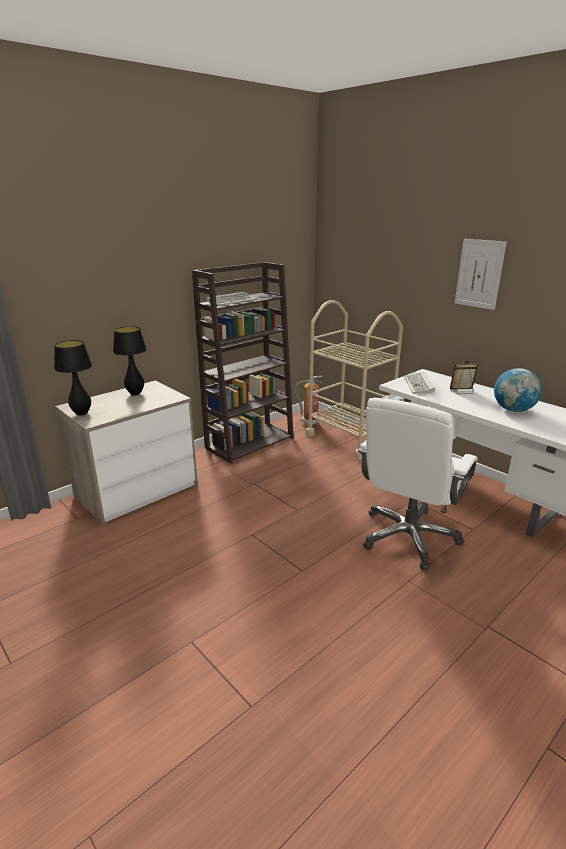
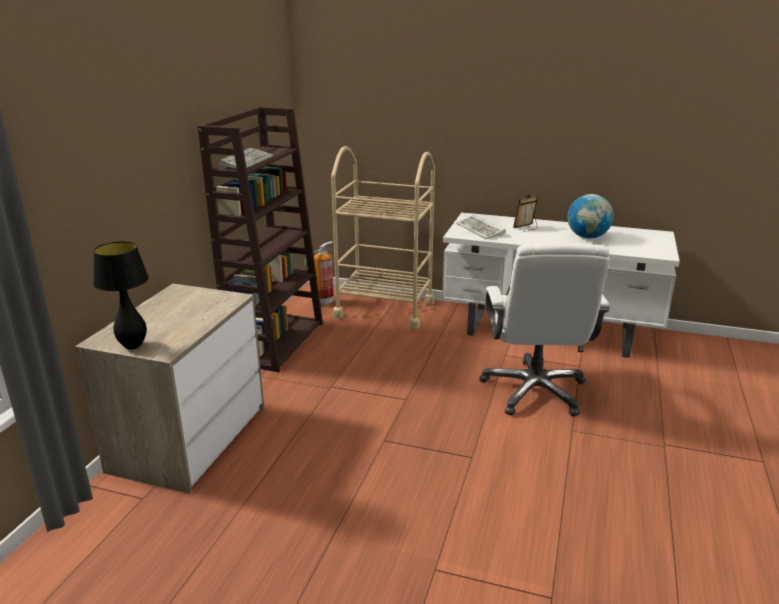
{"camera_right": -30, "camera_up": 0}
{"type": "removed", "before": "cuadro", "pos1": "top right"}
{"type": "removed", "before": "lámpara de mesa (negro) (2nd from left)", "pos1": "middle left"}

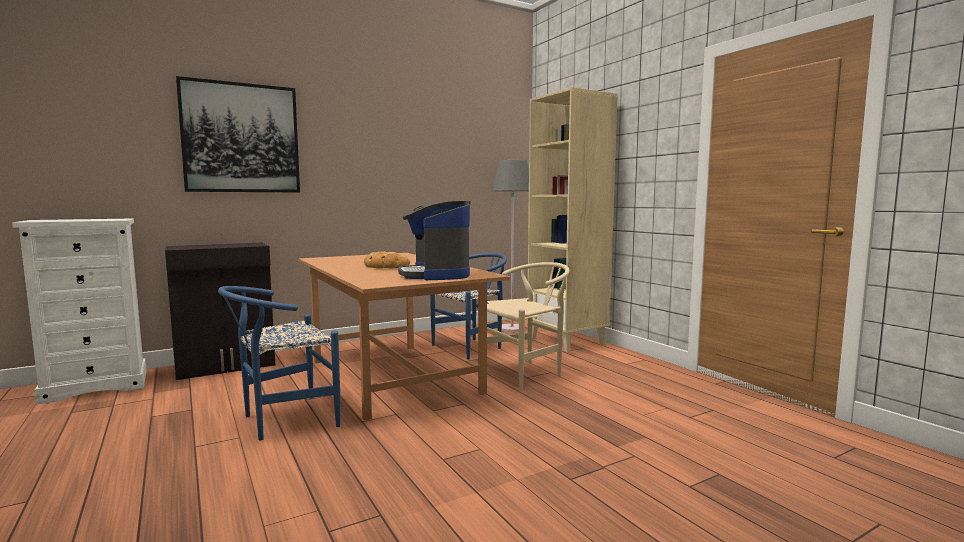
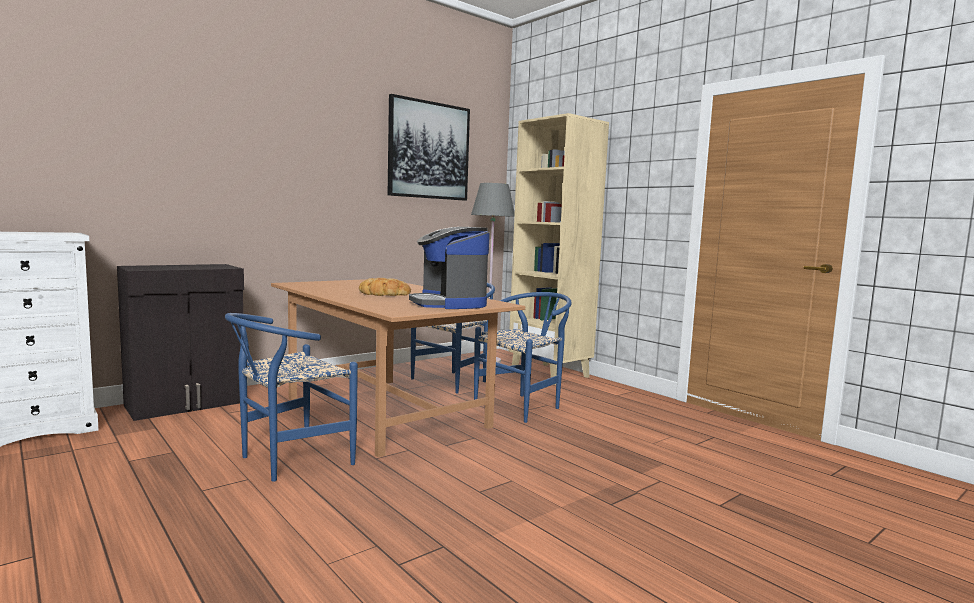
{"camera_right": -10, "camera_up": 0}
{"type": "moved", "before": "cuadro", "pos1": "top left", "pos2": "top centre"}
{"type": "recoloured", "before": "silla (beis)", "after": "silla (azul) (3rd from left)", "pos1": "centre", "pos2": "centre"}

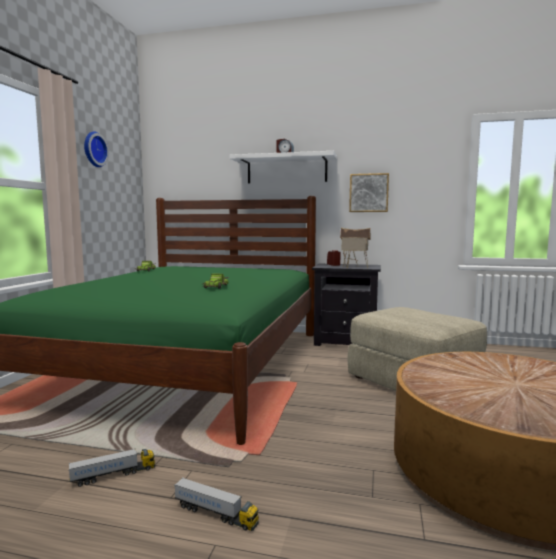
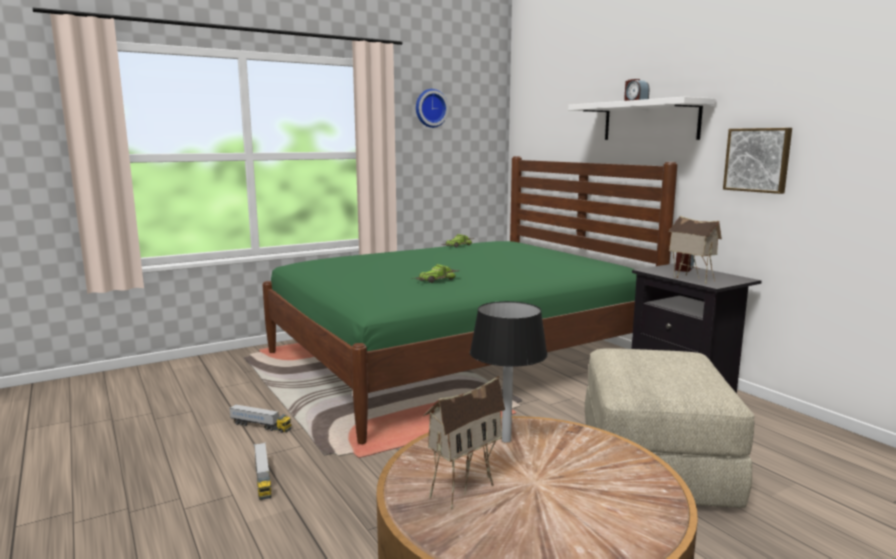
{"camera_right": 45, "camera_up": 5}
{"type": "added", "after": "lámpara de mesa (negro)", "pos2": "centre"}
{"type": "added", "after": "casita (1st from left)", "pos2": "bottom centre"}

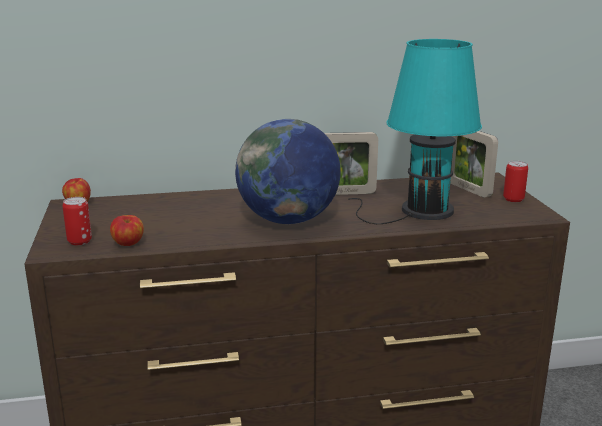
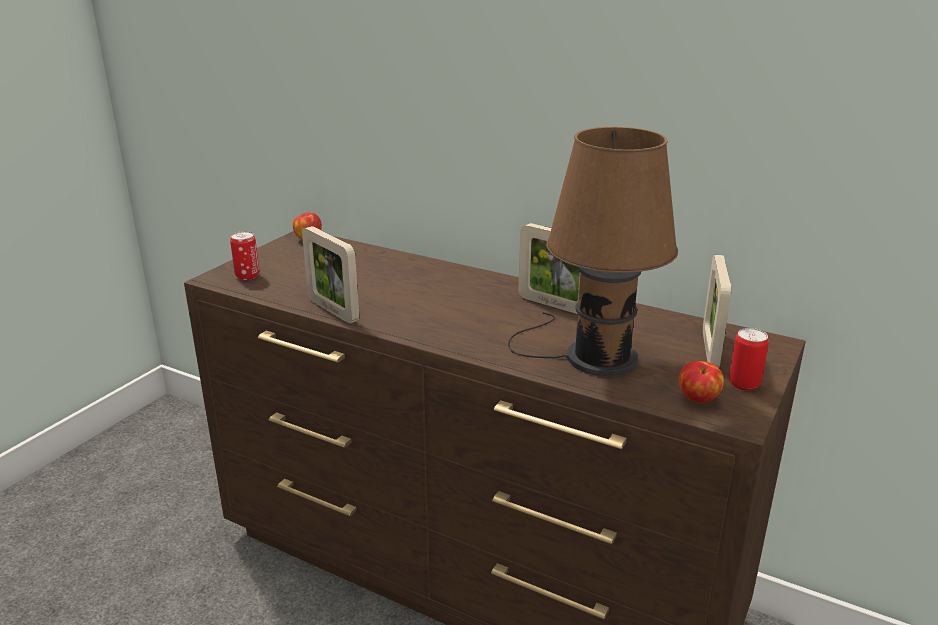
{"camera_right": 40, "camera_up": 5}
{"type": "recoloured", "before": "lámpara de mesa (turquesa)", "after": "lámpara de mesa (marrón)", "pos1": "top right", "pos2": "centre"}
{"type": "removed", "before": "globo terráqueo", "pos1": "centre"}
{"type": "moved", "before": "manzana (2nd from left)", "pos1": "middle left", "pos2": "middle right"}
{"type": "added", "after": "portarretratos (1st from left)", "pos2": "centre"}

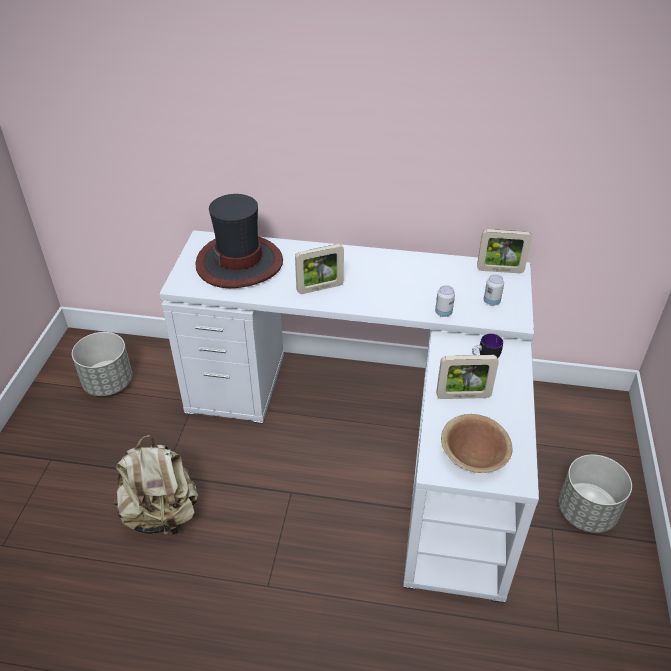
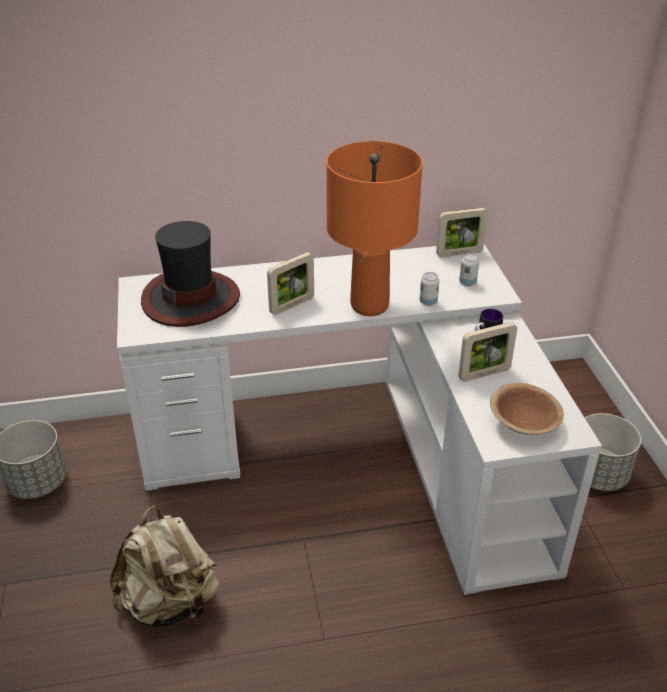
{"camera_right": -20, "camera_up": -5}
{"type": "added", "after": "lámpara de mesa (naranja)", "pos2": "top centre"}

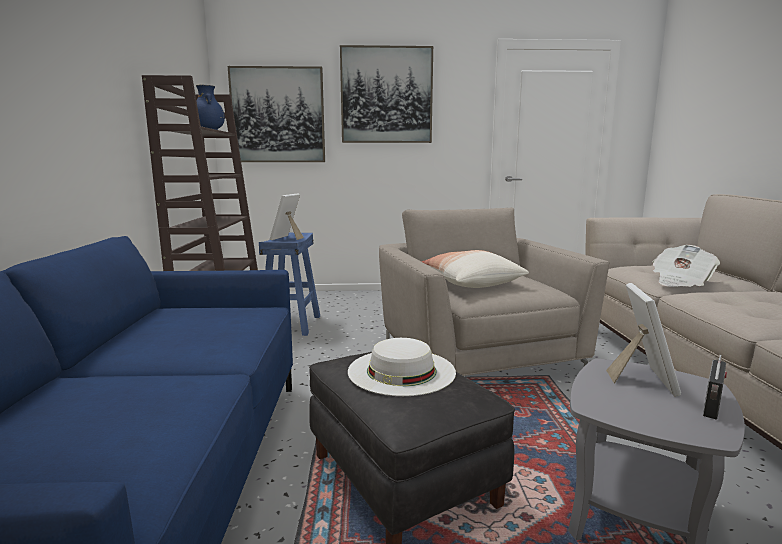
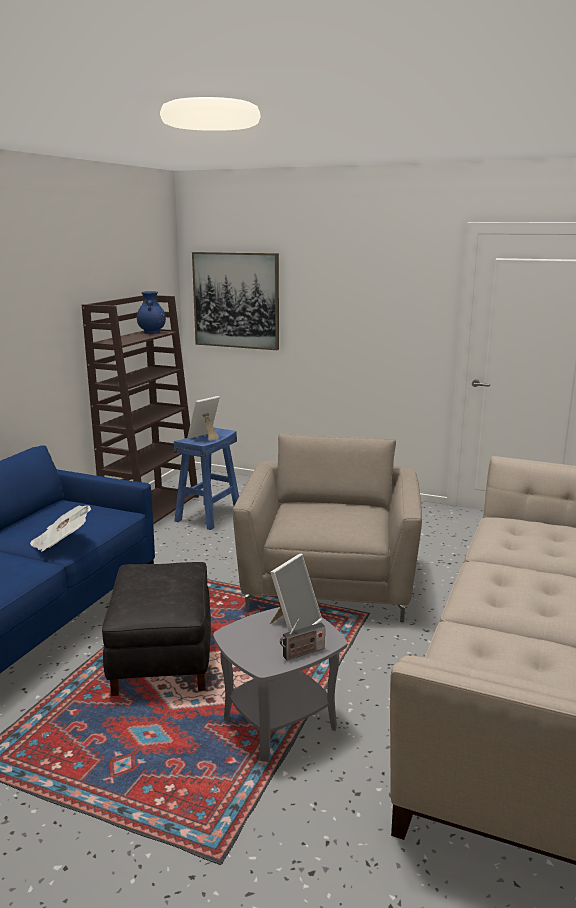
{"camera_right": 25, "camera_up": 5}
{"type": "removed", "before": "cuadro (2nd from left)", "pos1": "top centre"}
{"type": "moved", "before": "periódico", "pos1": "middle right", "pos2": "middle left"}
{"type": "removed", "before": "cojín", "pos1": "centre"}
{"type": "removed", "before": "sombrero (blanco)", "pos1": "bottom centre"}

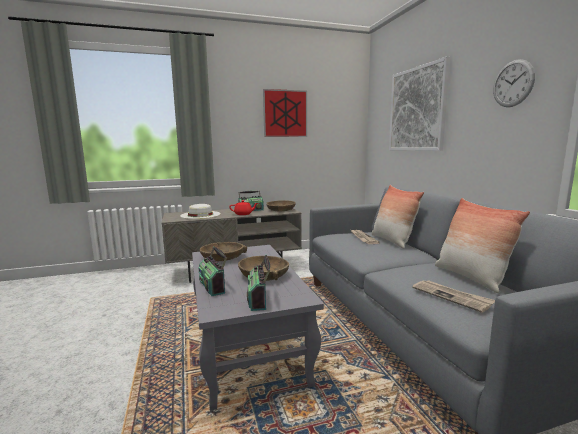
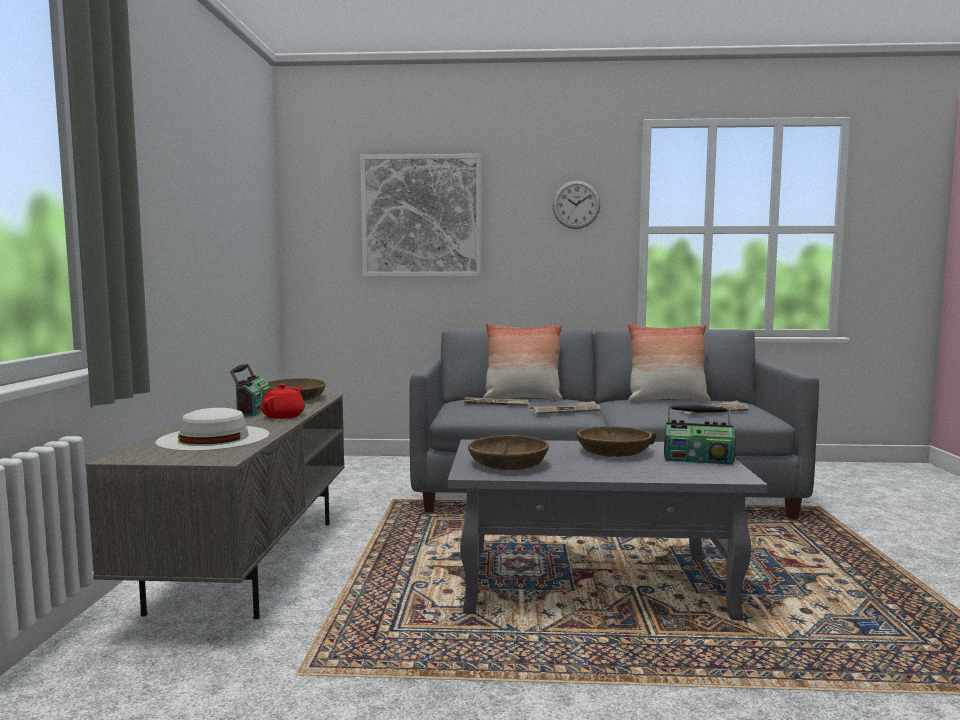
{"camera_right": -70, "camera_up": -5}
{"type": "removed", "before": "cuadro (1st from left)", "pos1": "top centre"}
{"type": "removed", "before": "radio (1st from left)", "pos1": "centre"}
{"type": "added", "after": "periódico (2nd from left)", "pos2": "centre"}

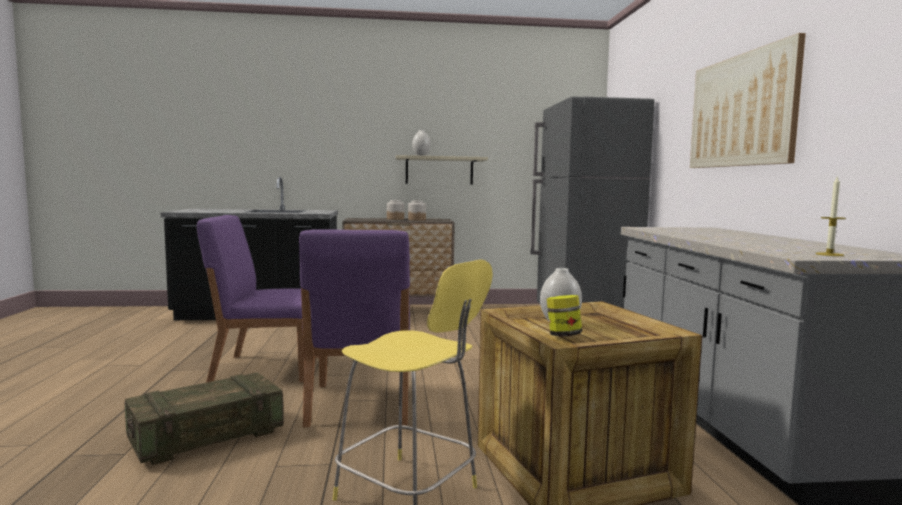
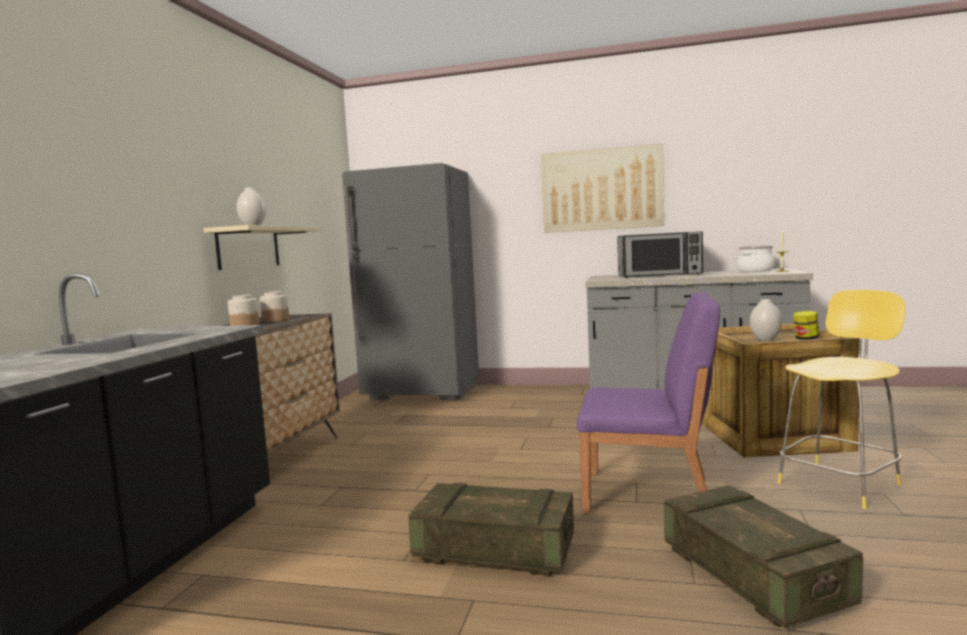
{"camera_right": -70, "camera_up": 0}
{"type": "replaced", "before": "silla (morado) (1st from left)", "after": "caja de embalaje (1st from left)", "pos1": "middle left", "pos2": "bottom centre"}
{"type": "added", "after": "microondas", "pos2": "middle right"}
{"type": "added", "after": "olla", "pos2": "middle right"}

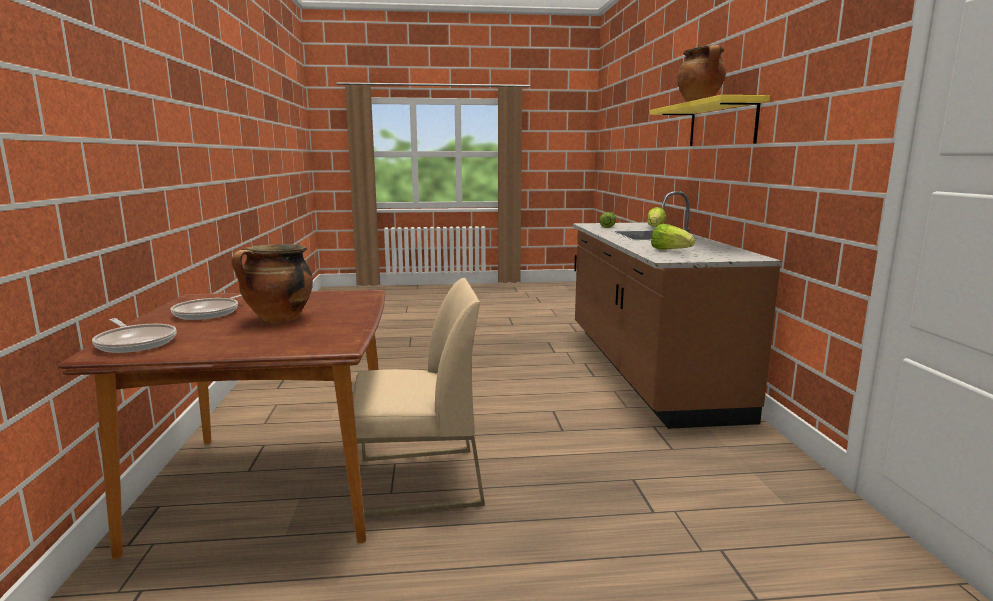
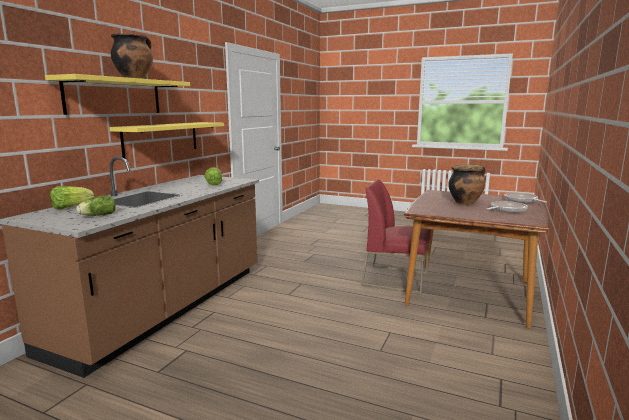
{"camera_right": -150, "camera_up": 0}
{"type": "recoloured", "before": "silla (beis)", "after": "silla (rojo)", "pos1": "centre", "pos2": "centre"}
{"type": "added", "after": "estante (amarillo) (2nd from left)", "pos2": "middle left"}

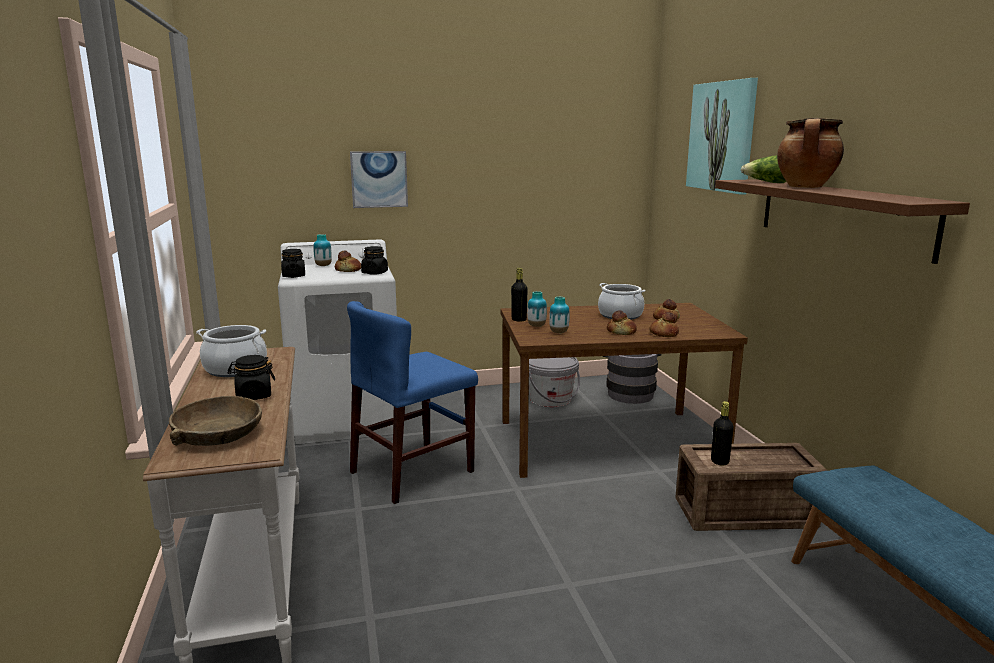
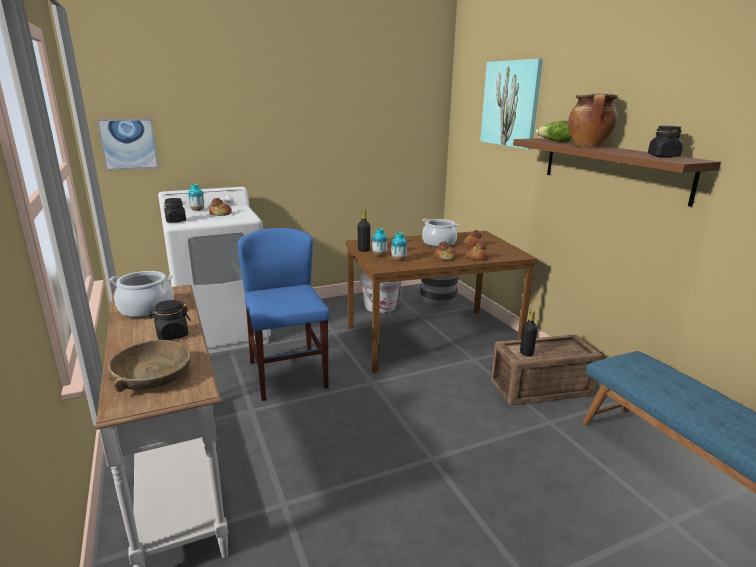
{"camera_right": -10, "camera_up": 5}
{"type": "moved", "before": "cuadro (1st from left)", "pos1": "top centre", "pos2": "top left"}
{"type": "moved", "before": "tarro (negro) (3rd from left)", "pos1": "centre", "pos2": "top right"}
{"type": "turned", "before": "silla (azul)", "pos1": "centre", "pos2": "centre", "turn": 120}

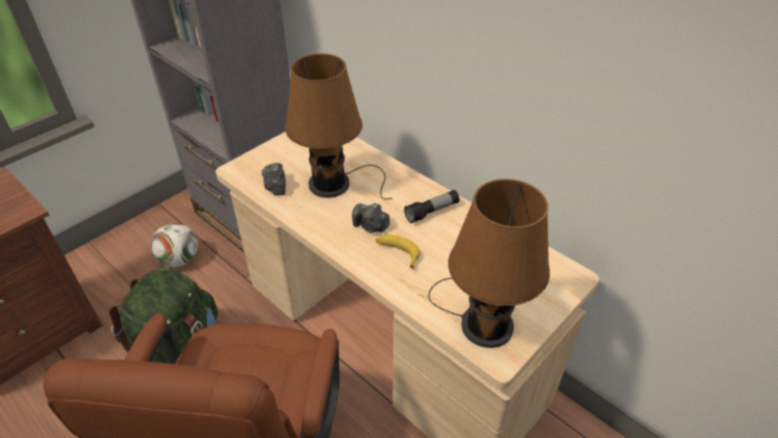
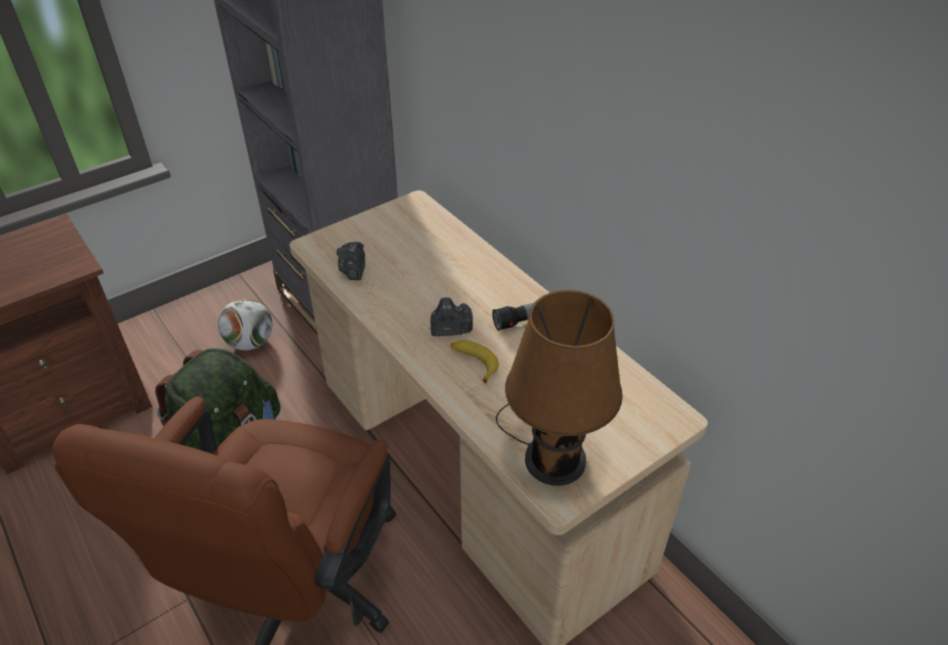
{"camera_right": 10, "camera_up": 0}
{"type": "removed", "before": "lámpara de mesa (marrón) (1st from left)", "pos1": "top centre"}
{"type": "turned", "before": "cámara (2nd from left)", "pos1": "centre", "pos2": "centre", "turn": 135}

